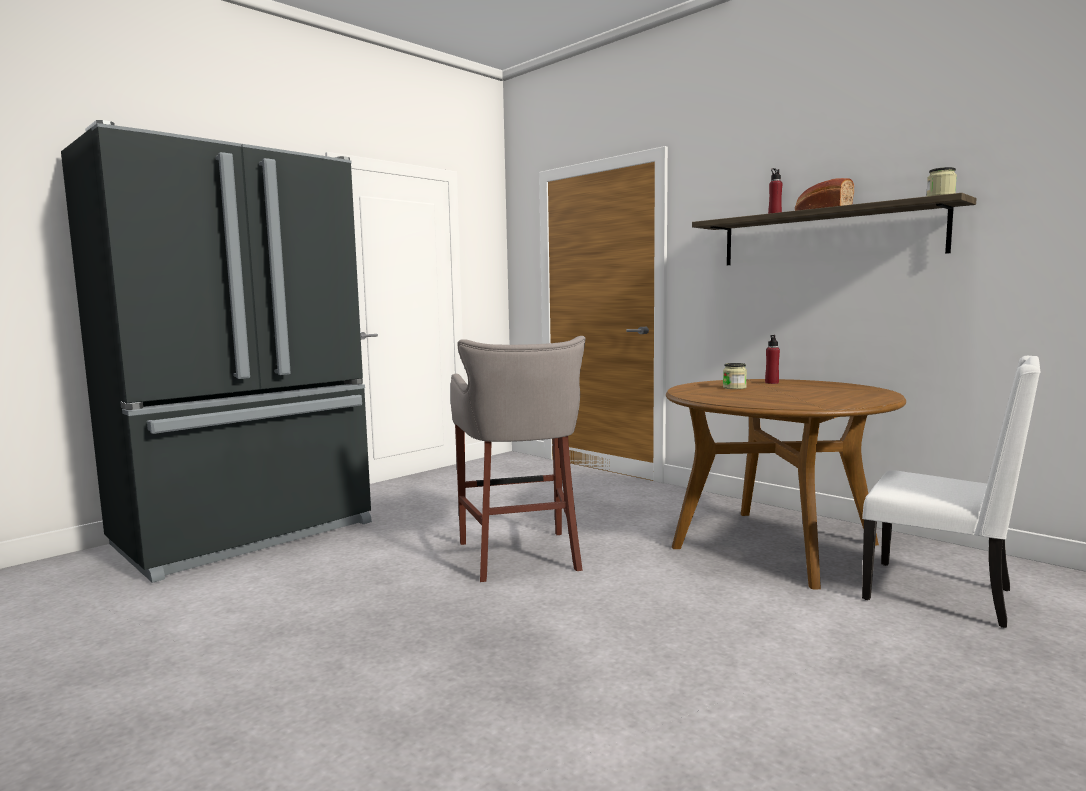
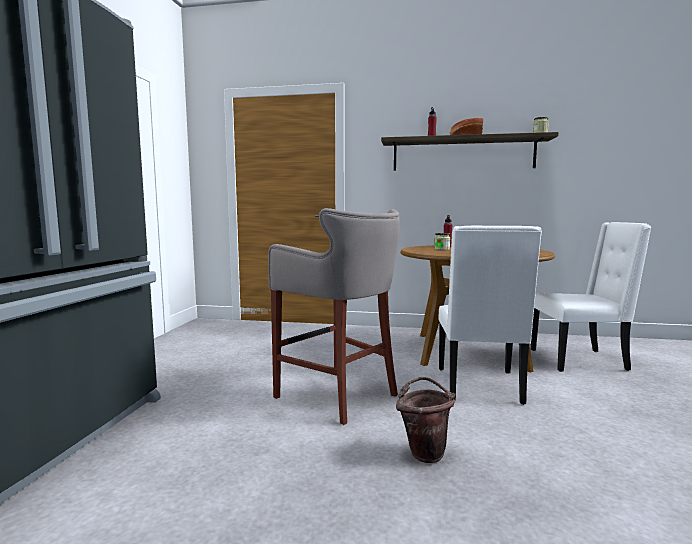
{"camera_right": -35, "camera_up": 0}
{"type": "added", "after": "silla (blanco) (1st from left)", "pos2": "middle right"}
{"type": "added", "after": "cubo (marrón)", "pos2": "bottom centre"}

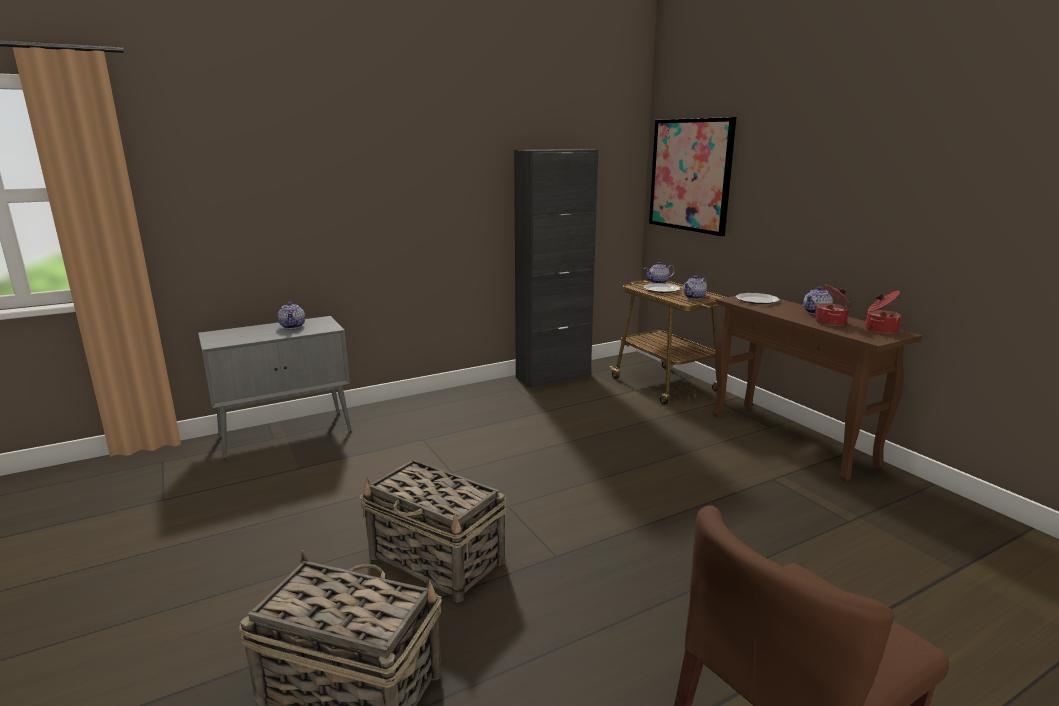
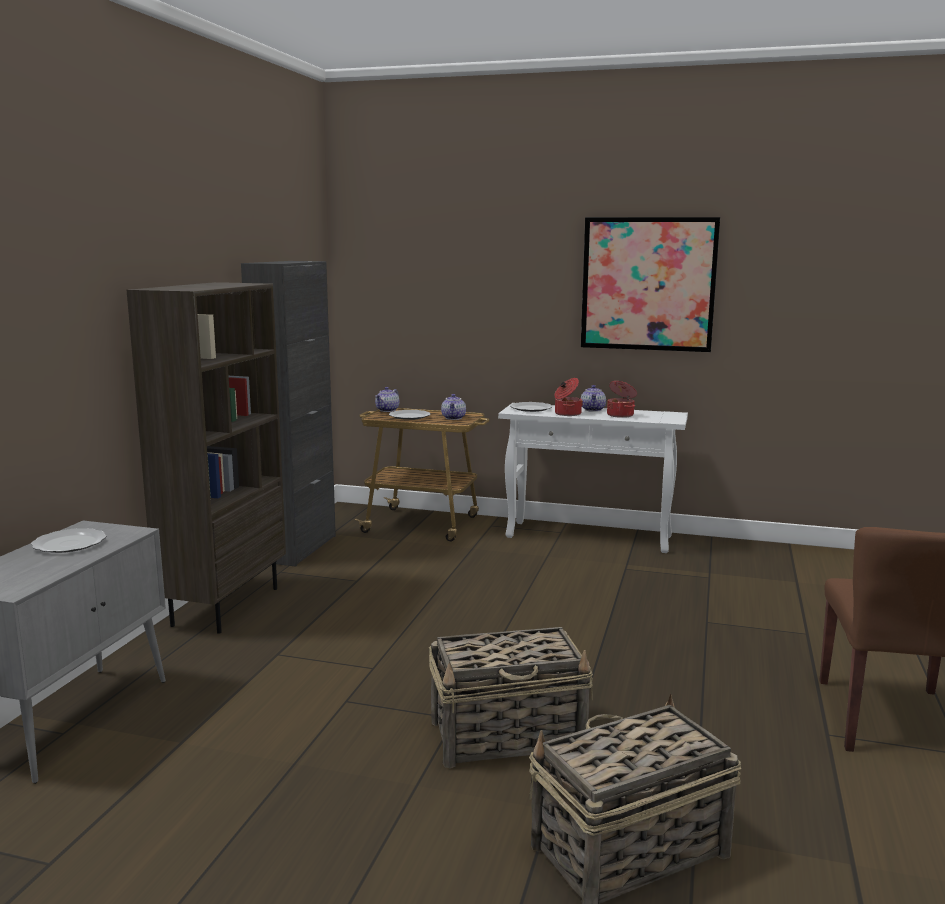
{"camera_right": -45, "camera_up": -5}
{"type": "moved", "before": "cuadro", "pos1": "top centre", "pos2": "top right"}
{"type": "moved", "before": "olla (2nd from left in the first image)", "after": "olla (1st from left)", "pos1": "middle right", "pos2": "centre"}
{"type": "recoloured", "before": "mesa consola (marrón)", "after": "mesa consola (blanco)", "pos1": "middle right", "pos2": "centre"}
{"type": "replaced", "before": "tetera (1st from left)", "after": "plato (1st from left)", "pos1": "middle left", "pos2": "middle left"}
{"type": "added", "after": "estantería (marrón)", "pos2": "middle left"}

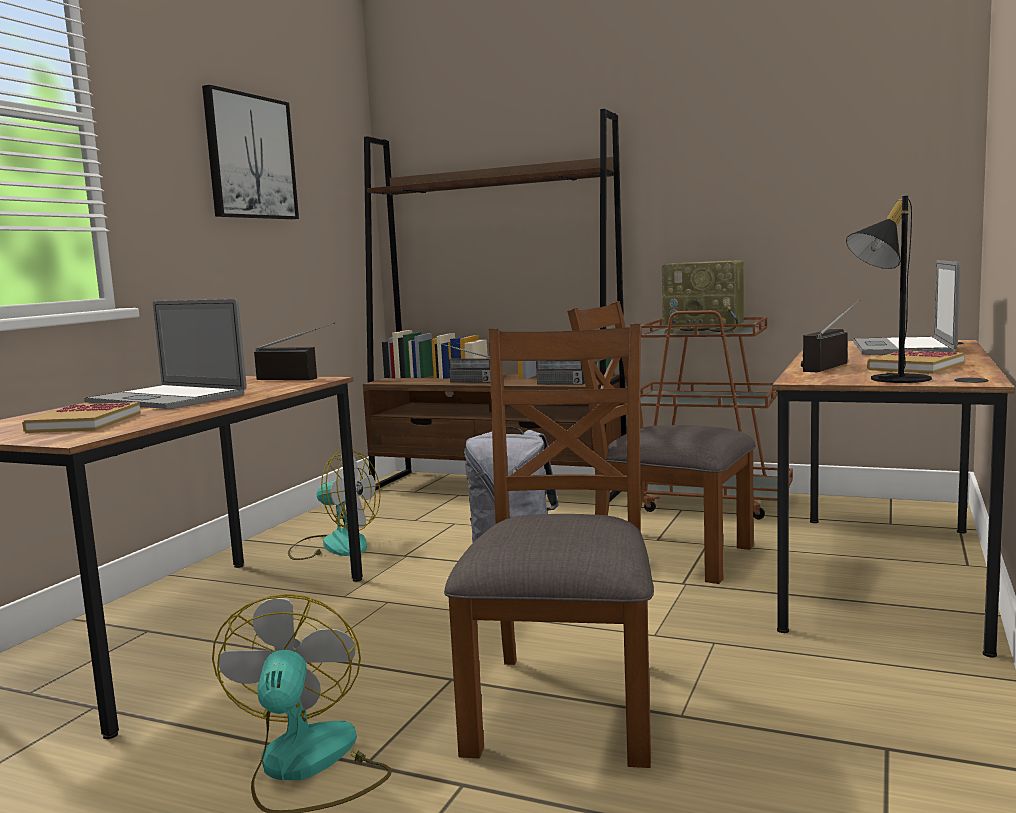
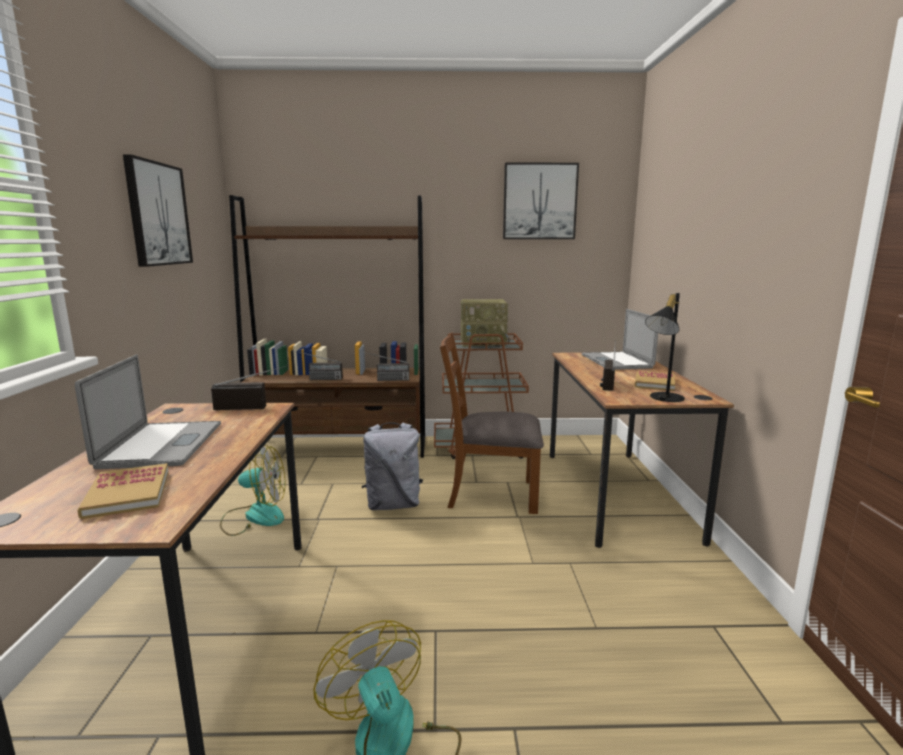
{"camera_right": -25, "camera_up": 5}
{"type": "turned", "before": "portátil (1st from left)", "pos1": "middle left", "pos2": "middle left", "turn": -105}
{"type": "removed", "before": "silla (marrón) (1st from left)", "pos1": "bottom centre"}
{"type": "added", "after": "cuadro (2nd from left)", "pos2": "top centre"}

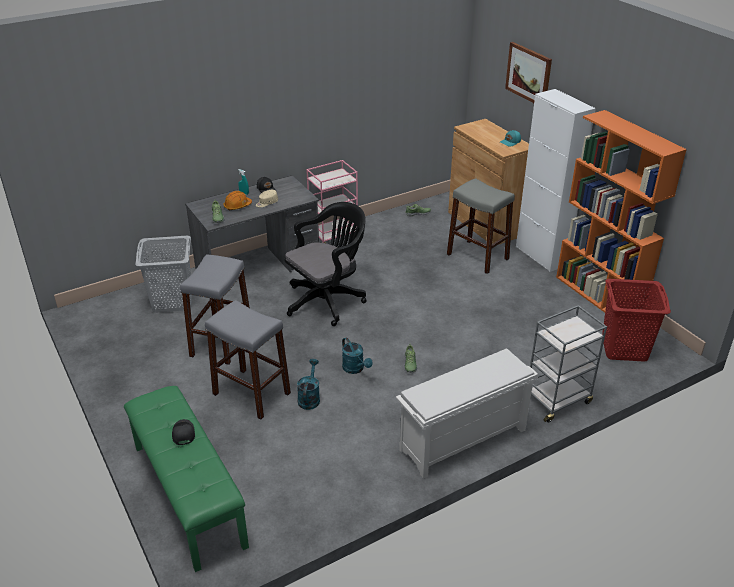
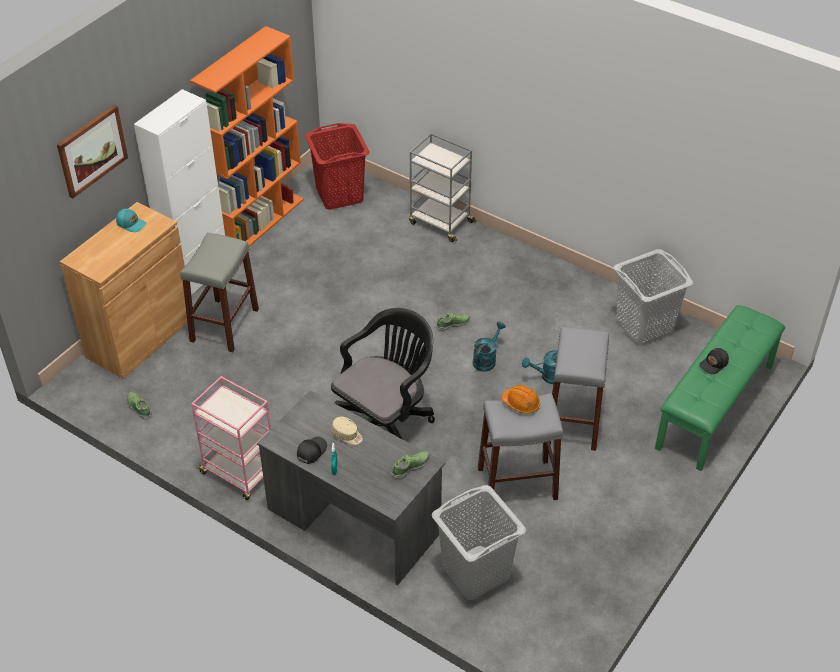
{"camera_right": -115, "camera_up": 10}
{"type": "moved", "before": "casco (naranja)", "pos1": "middle left", "pos2": "centre"}
{"type": "turned", "before": "silla de oficina (negro)", "pos1": "centre", "pos2": "centre", "turn": 105}
{"type": "removed", "before": "zapatero (blanco)", "pos1": "bottom centre"}
{"type": "added", "after": "cesto de la ropa (gris) (2nd from left)", "pos2": "middle right"}

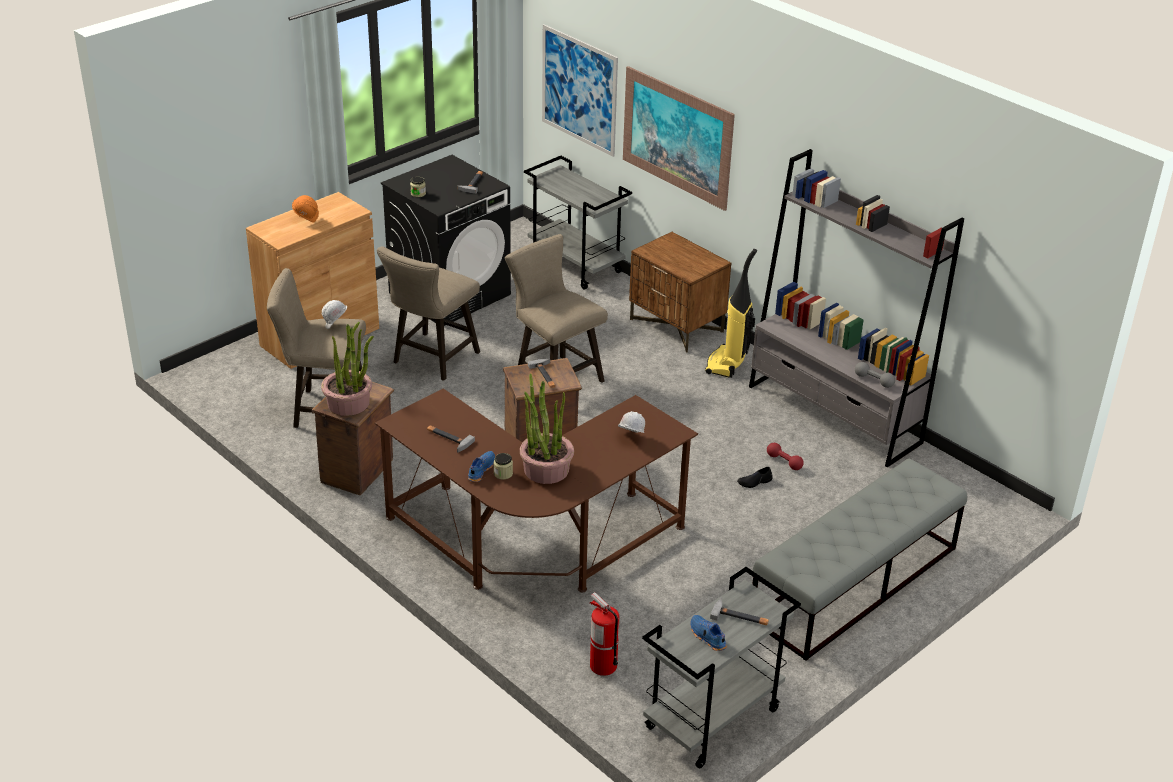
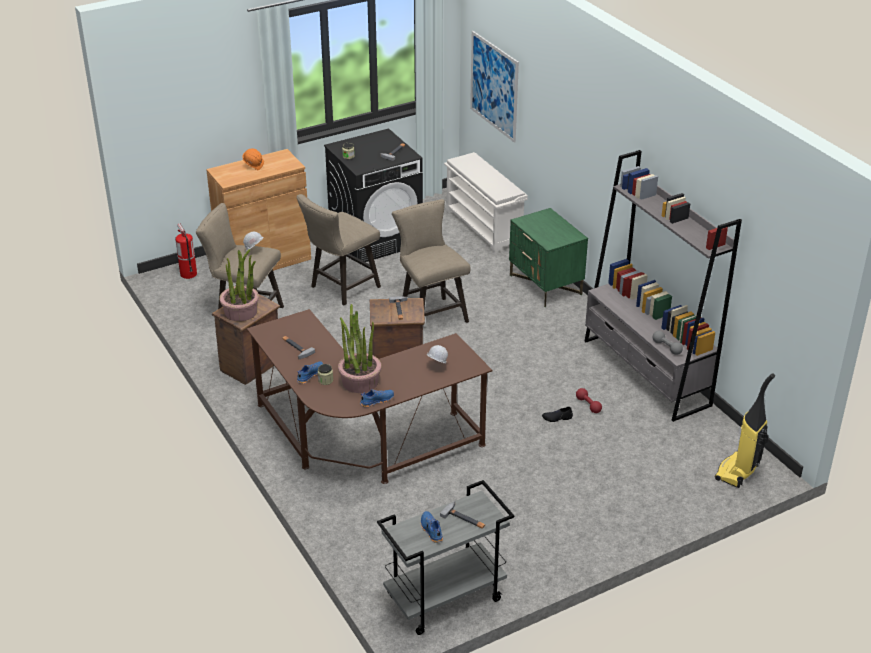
{"camera_right": 15, "camera_up": 0}
{"type": "removed", "before": "cuadro (2nd from left)", "pos1": "top centre"}
{"type": "replaced", "before": "carrito (gris) (1st from left)", "after": "zapatero (blanco)", "pos1": "top centre", "pos2": "top centre"}
{"type": "recoloured", "before": "mesita de noche (marrón)", "after": "mesita de noche (verde)", "pos1": "centre", "pos2": "centre"}
{"type": "moved", "before": "aspiradora", "pos1": "centre", "pos2": "middle right"}
{"type": "removed", "before": "banco (gris)", "pos1": "bottom right"}
{"type": "moved", "before": "extintor", "pos1": "bottom centre", "pos2": "middle left"}
{"type": "added", "after": "zapato (azul) (2nd from left)", "pos2": "centre"}

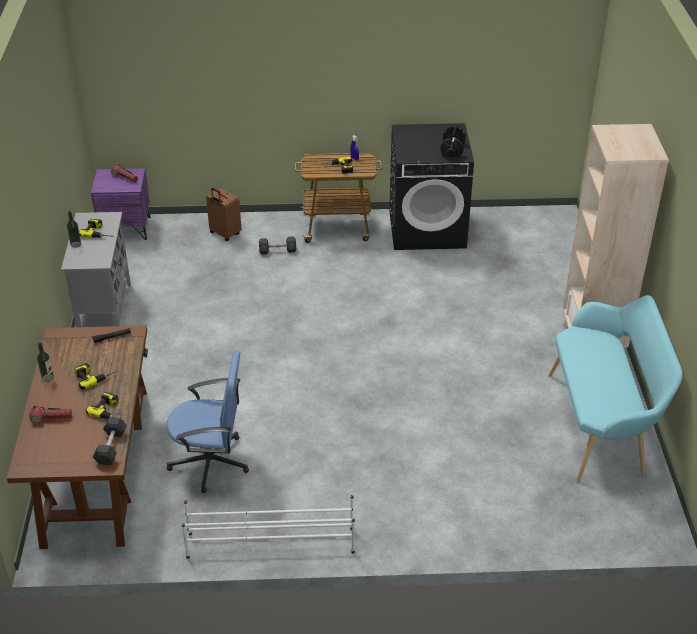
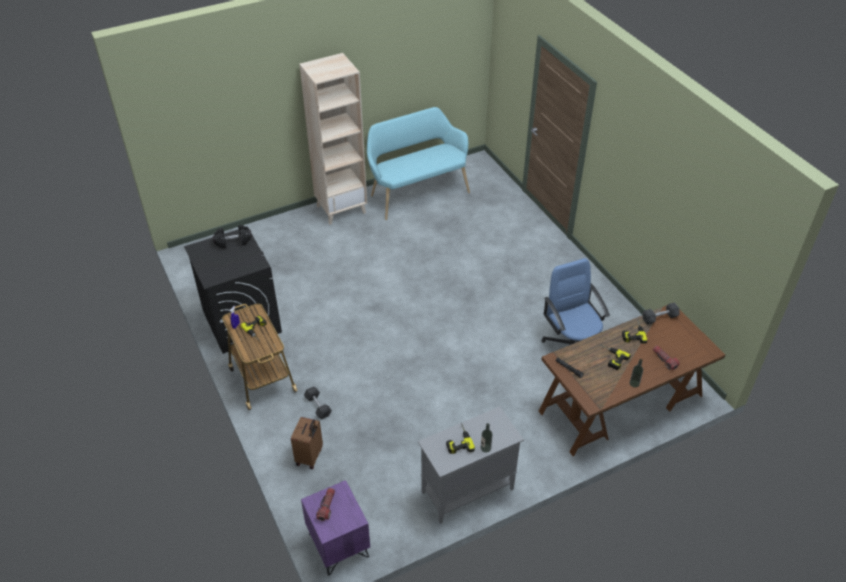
{"camera_right": -115, "camera_up": 5}
{"type": "removed", "before": "zapatero (blanco)", "pos1": "bottom centre"}

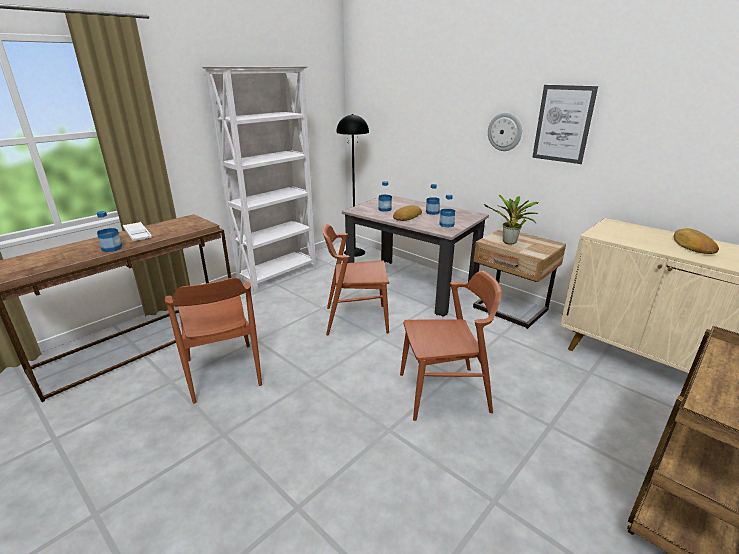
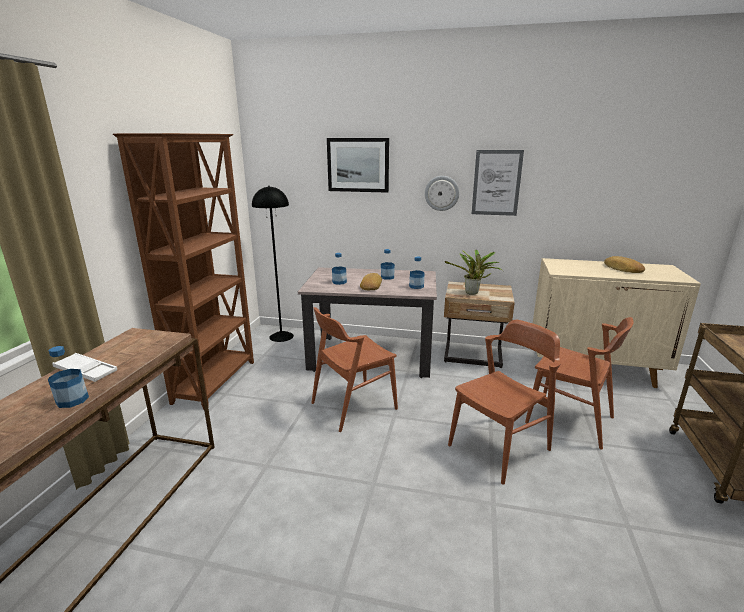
{"camera_right": -30, "camera_up": -5}
{"type": "recoloured", "before": "estantería (blanco)", "after": "estantería (marrón)", "pos1": "top centre", "pos2": "middle left"}
{"type": "moved", "before": "silla (marrón) (1st from left in the first image)", "after": "silla (marrón) (3rd from left)", "pos1": "middle left", "pos2": "middle right"}
{"type": "added", "after": "cuadro (1st from left)", "pos2": "top centre"}

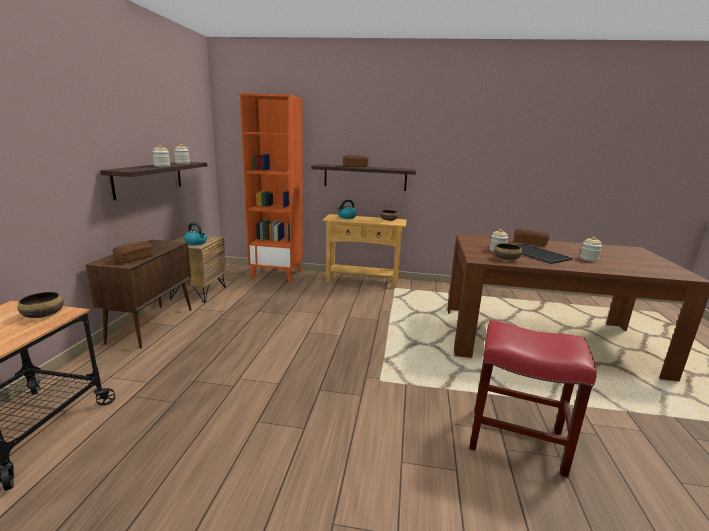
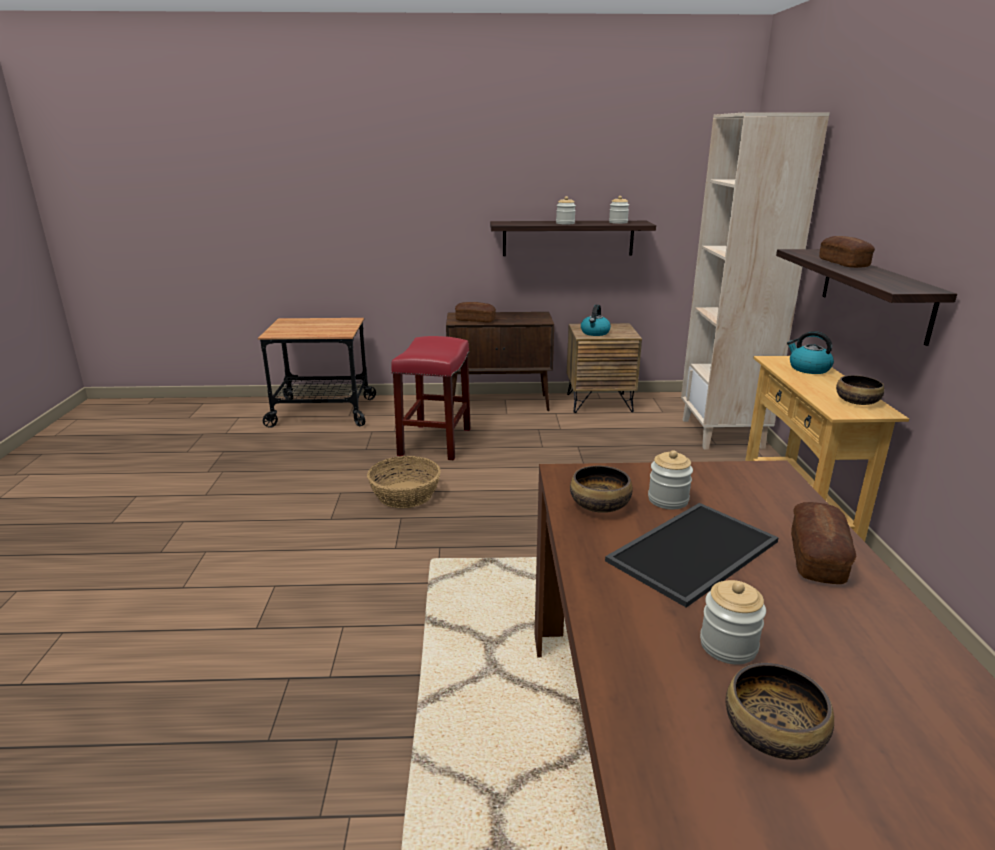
{"camera_right": 80, "camera_up": 5}
{"type": "recoloured", "before": "estantería (naranja)", "after": "estantería (beis)", "pos1": "centre", "pos2": "top right"}
{"type": "moved", "before": "cuenco (1st from left in the first image)", "after": "cuenco (2nd from left)", "pos1": "middle left", "pos2": "bottom right"}
{"type": "moved", "before": "taburete (rojo)", "pos1": "bottom right", "pos2": "centre"}
{"type": "added", "after": "cesta", "pos2": "centre"}

